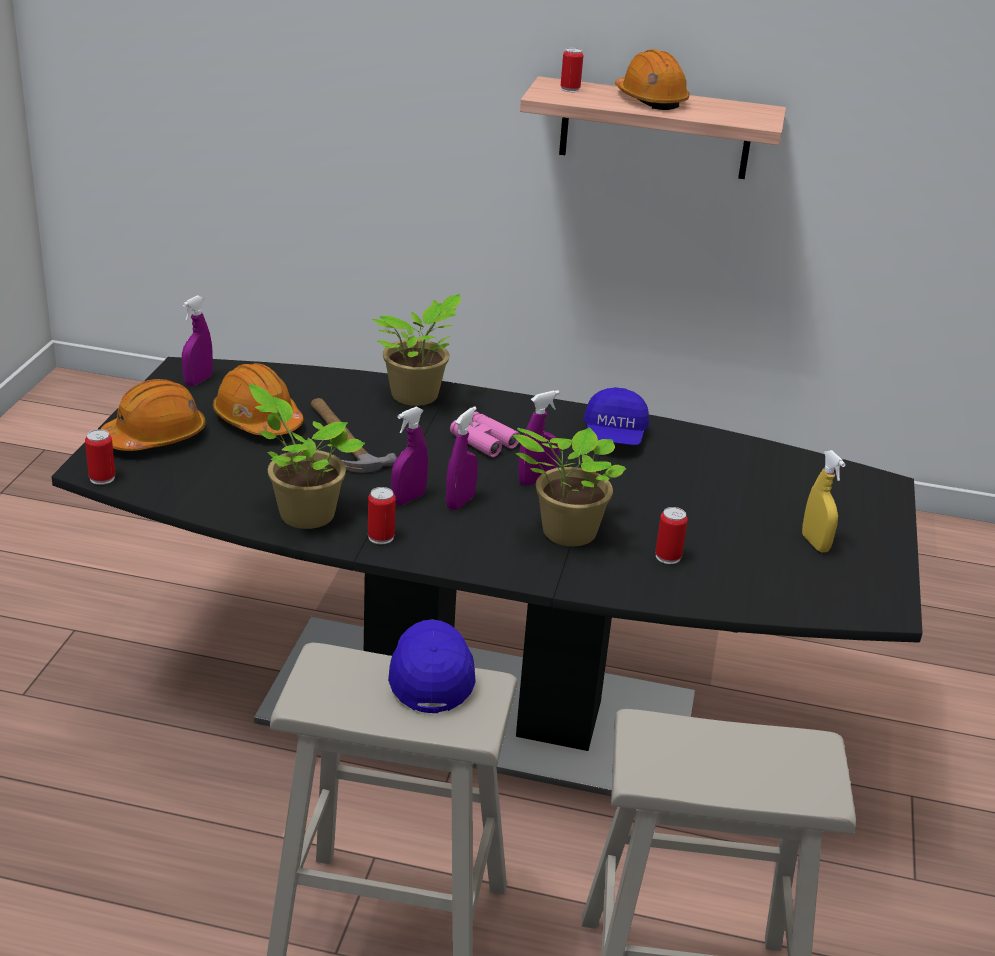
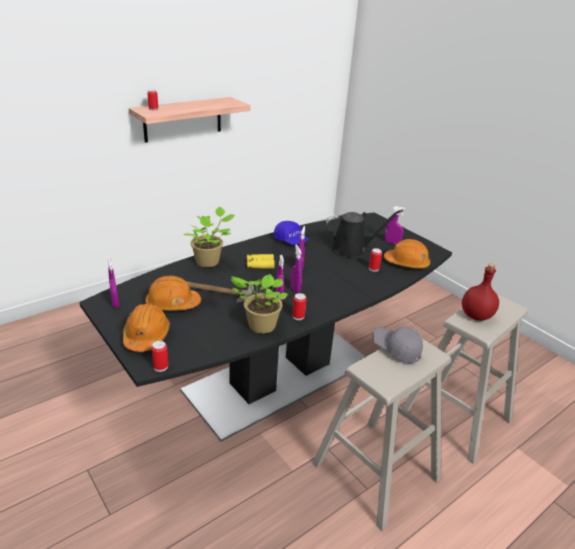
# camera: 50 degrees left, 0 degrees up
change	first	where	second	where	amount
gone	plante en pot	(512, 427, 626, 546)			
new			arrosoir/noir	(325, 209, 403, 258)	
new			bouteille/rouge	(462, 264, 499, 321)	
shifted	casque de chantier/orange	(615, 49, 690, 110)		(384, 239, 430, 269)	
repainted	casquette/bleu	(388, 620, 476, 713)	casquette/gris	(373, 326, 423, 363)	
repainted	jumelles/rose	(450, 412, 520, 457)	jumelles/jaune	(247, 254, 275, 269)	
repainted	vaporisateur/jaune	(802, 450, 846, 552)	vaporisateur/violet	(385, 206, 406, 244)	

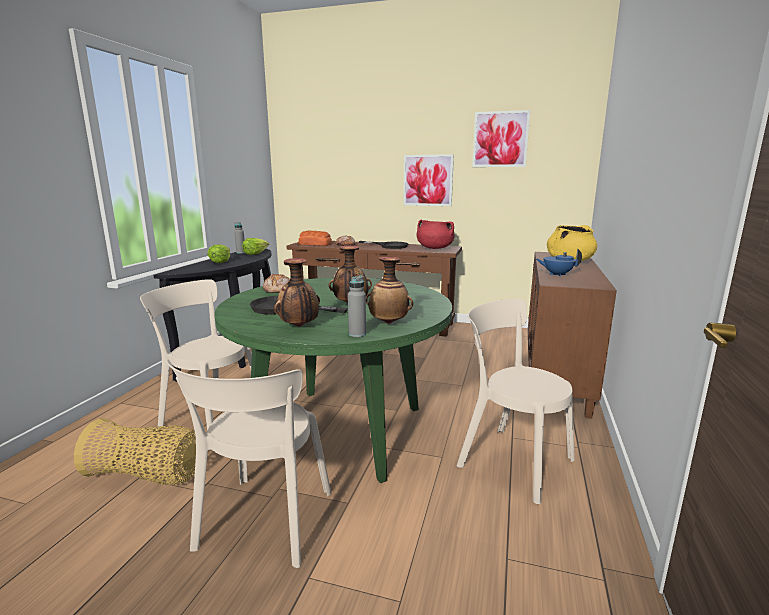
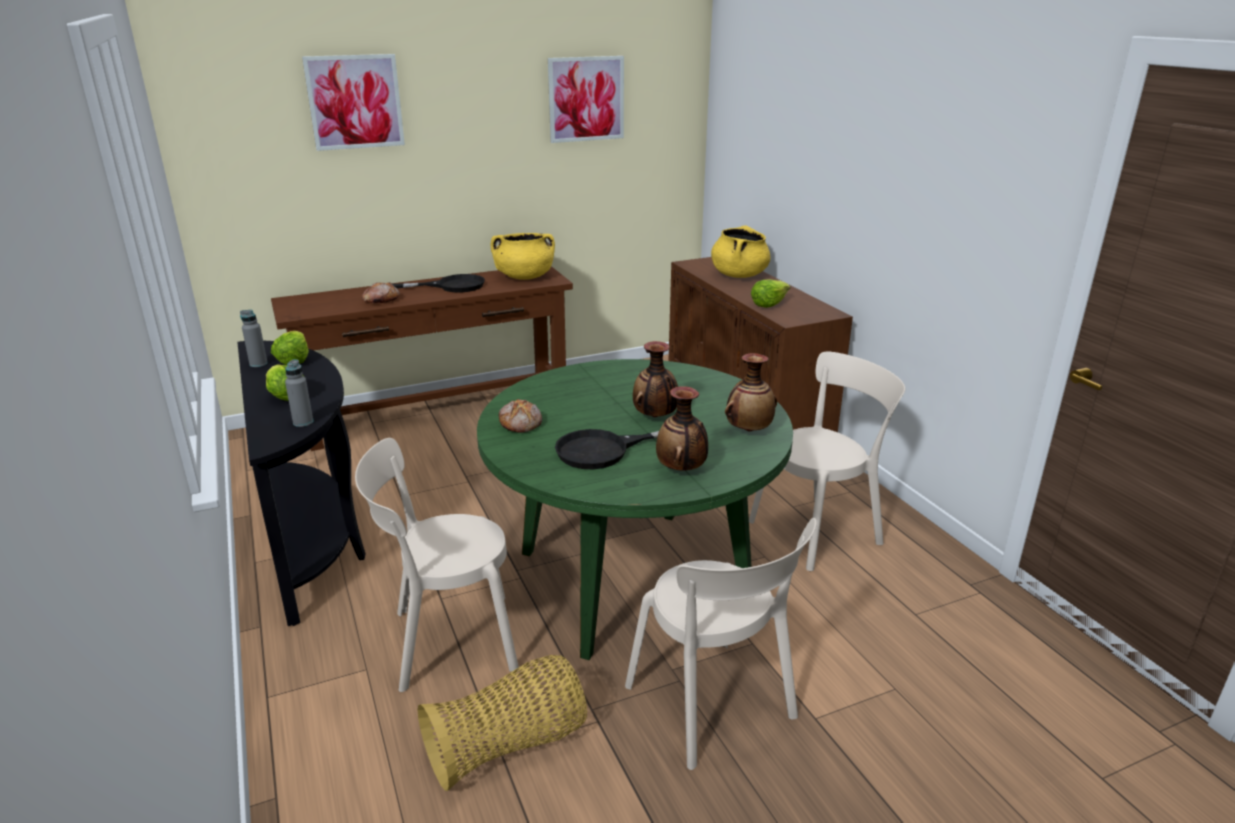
# camera: 40 degrees left, 10 degrees up
change	first	where	second	where	amount
gone	pain	(298, 231, 332, 246)			
shifted	bouteille/gris	(348, 276, 366, 337)		(285, 359, 313, 427)	
shifted	tableau	(403, 154, 454, 206)		(302, 54, 405, 151)	
swapped	théière/bleu	(536, 248, 582, 276)	laitue	(751, 279, 790, 308)	
repainted	marmite/rouge	(417, 220, 455, 249)	marmite/jaune	(490, 233, 555, 280)	
rotated	chaise/beige	(457, 299, 575, 505)		(749, 351, 905, 571)	150 degrees clockwise

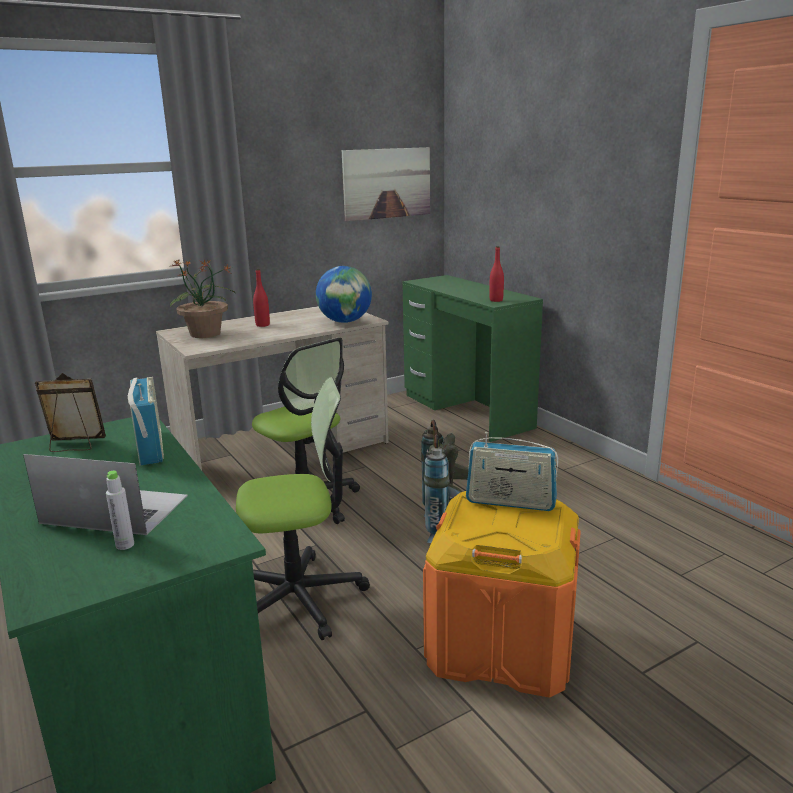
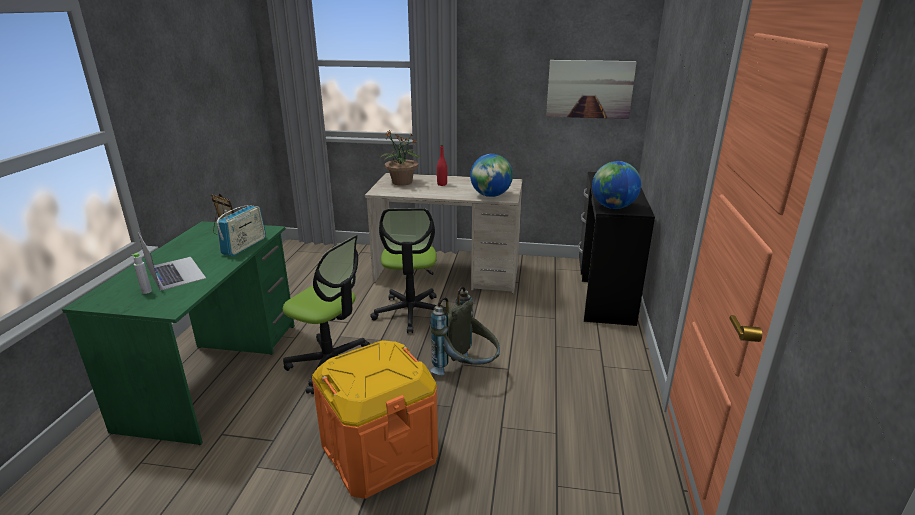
# camera: 40 degrees right, 5 degrees up
change	first	where	second	where	amount
gone	radio	(466, 432, 558, 511)			
swapped	bouteille/rouge	(489, 246, 504, 302)	globe	(592, 161, 641, 209)	
repainted	bureau/vert	(402, 275, 543, 442)	bureau/noir	(578, 172, 655, 326)	

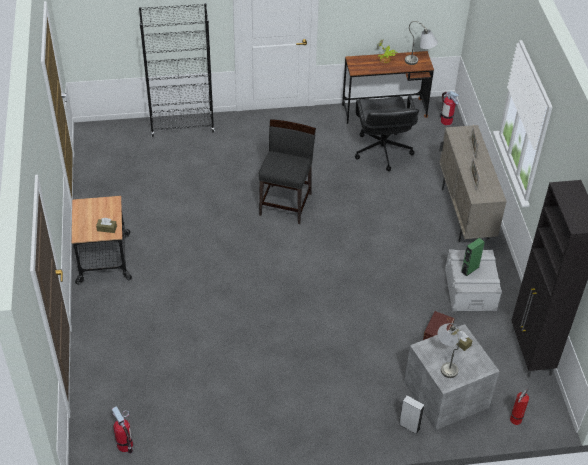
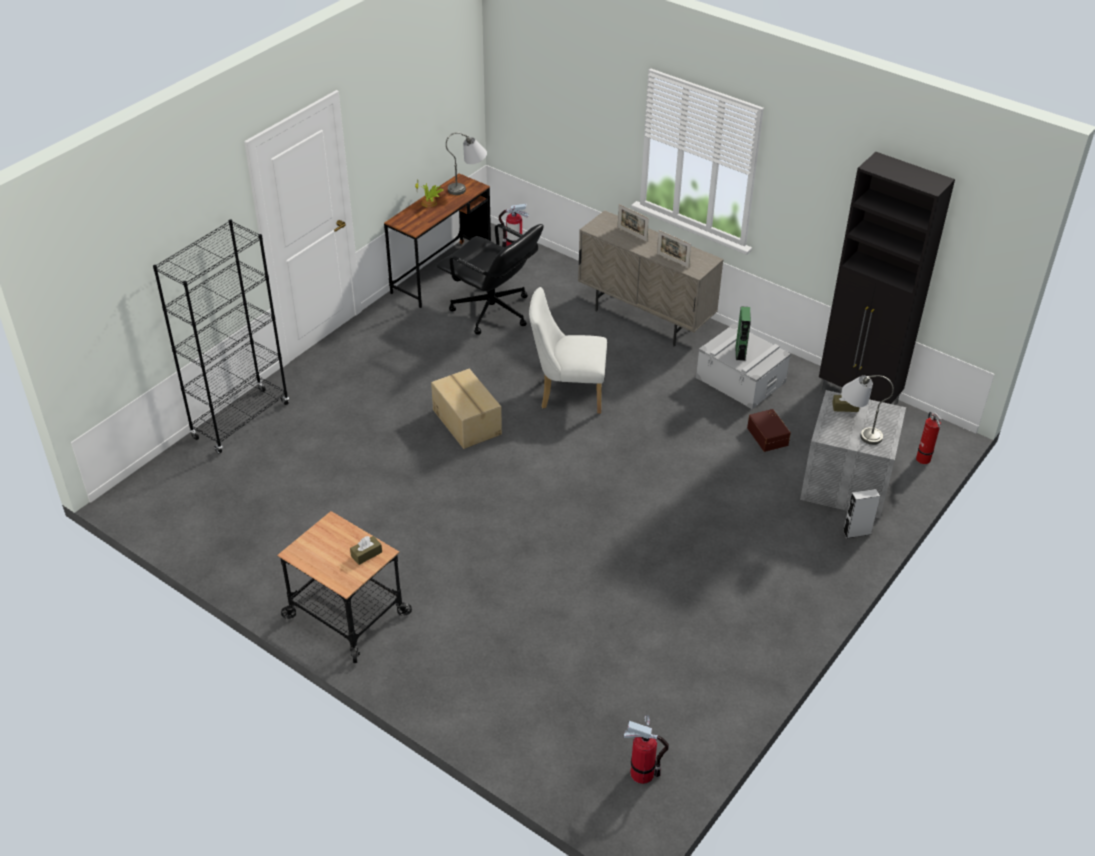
# camera: 45 degrees left, 5 degrees down
change	first	where	second	where	amount
new			chaise/blanc	(529, 287, 607, 414)	
swapped	chaise/noir	(259, 119, 316, 224)	carton	(431, 369, 502, 449)	

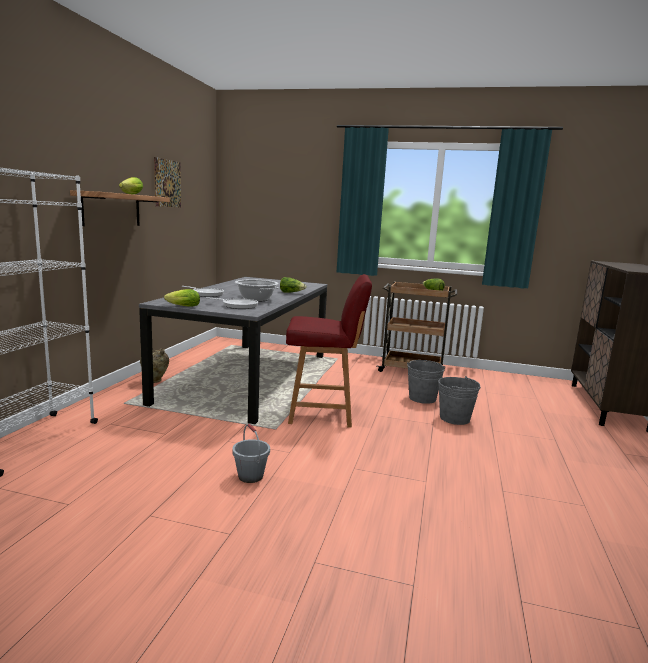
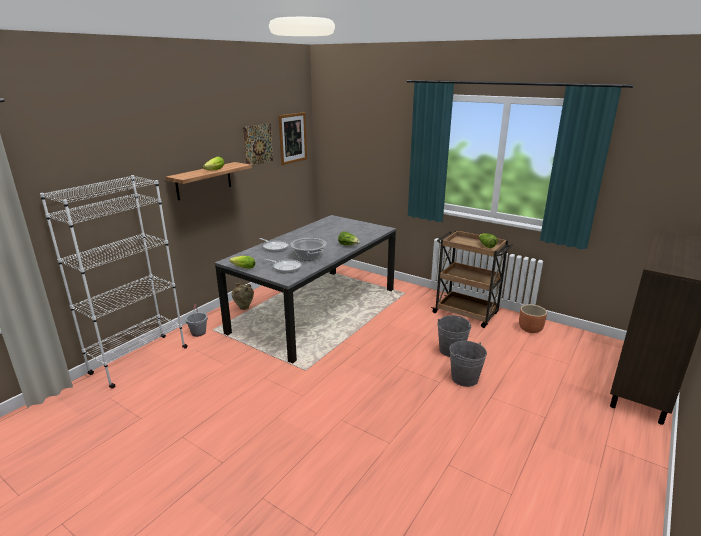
# camera: 20 degrees right, 10 degrees up
change	first	where	second	where	amount
gone	chaise/rouge	(286, 274, 372, 428)			
new			tableau	(279, 112, 307, 165)	
new			cache-pot/marron	(519, 304, 547, 333)	
shifted	seau/gris	(232, 424, 270, 483)		(185, 304, 208, 337)	

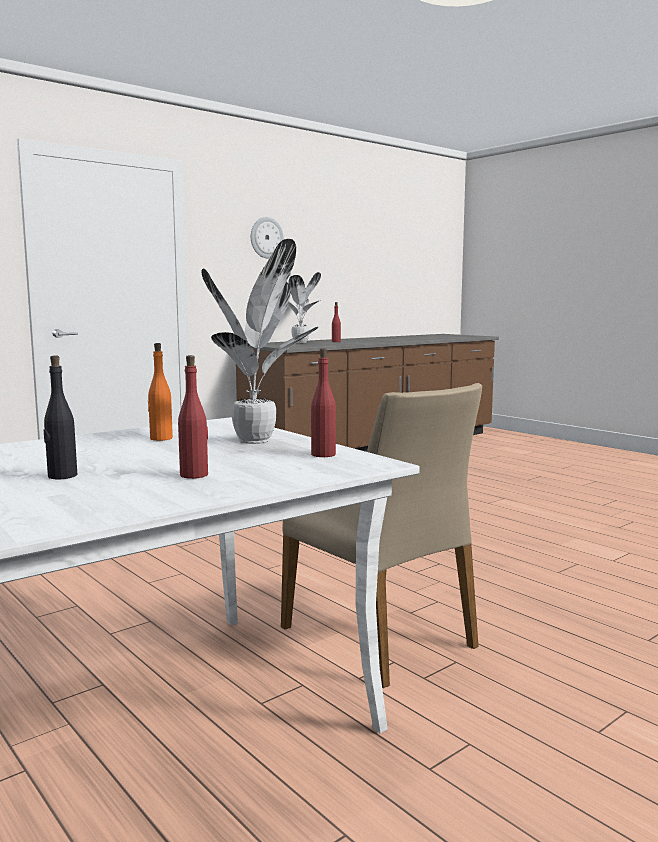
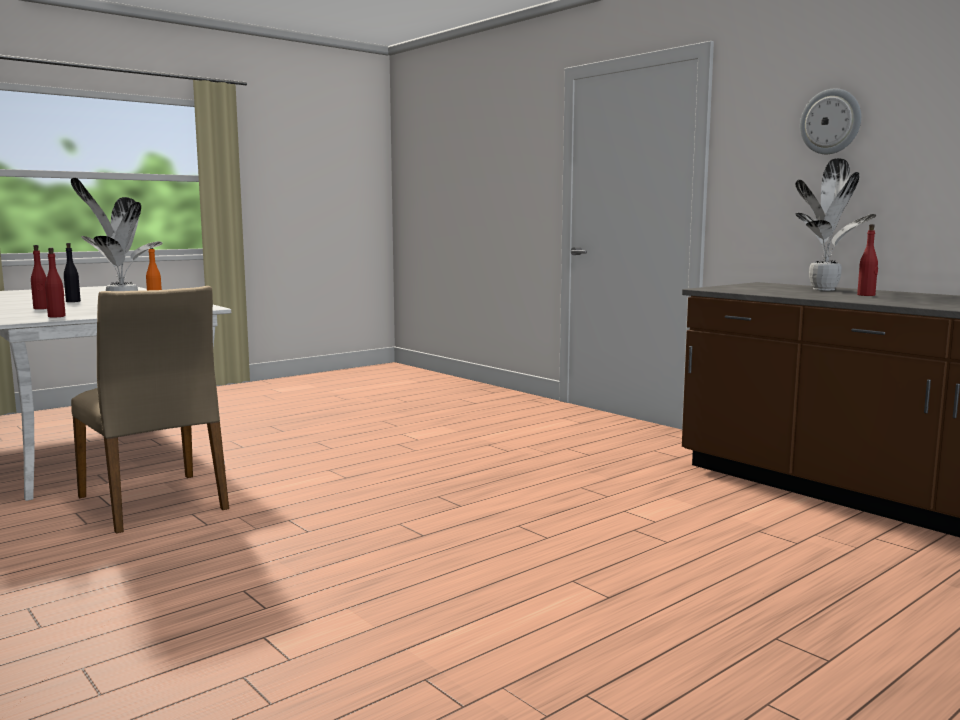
# camera: 90 degrees right, 0 degrees up
change	first	where	second	where	amount
rotated	chaise/beige	(281, 383, 482, 688)		(71, 286, 229, 533)	90 degrees counterclockwise

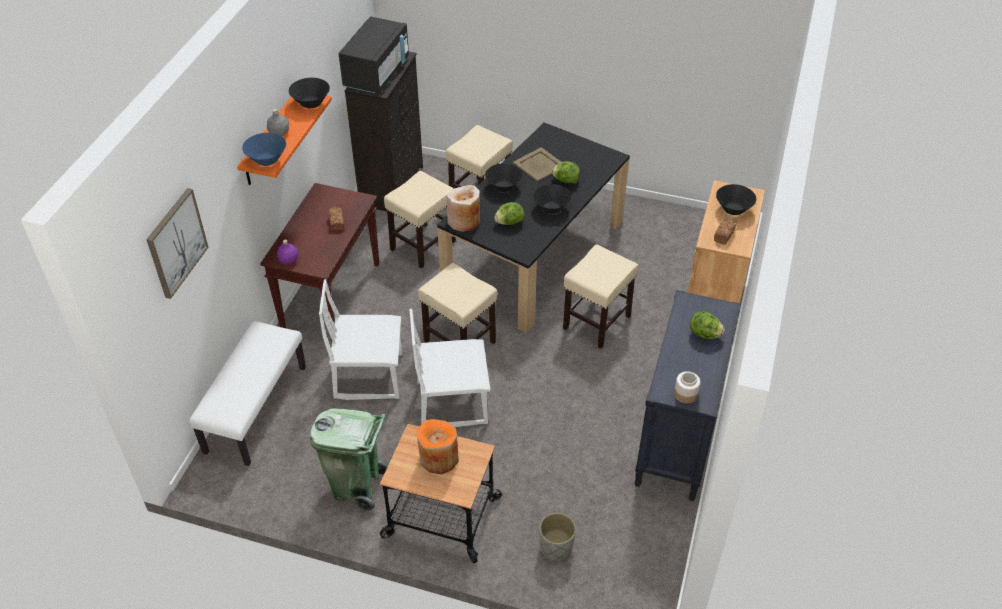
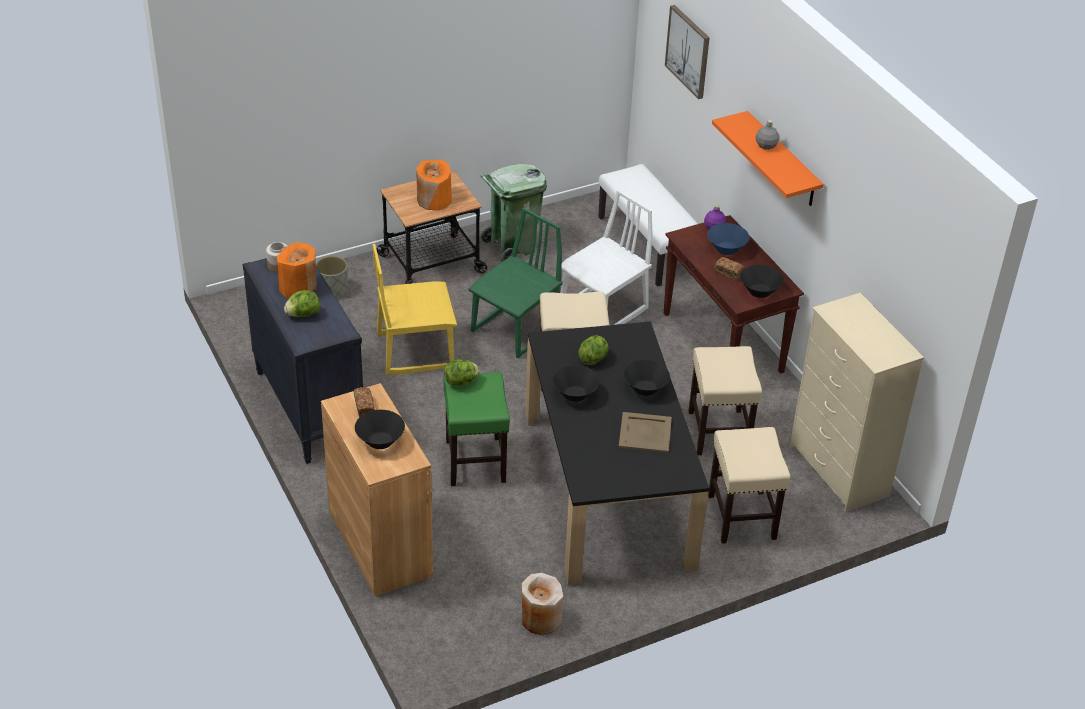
# camera: 135 degrees right, 5 degrees down
change	first	where	second	where	amount
gone	micro-ondes/noir	(339, 17, 409, 93)			
new			vase/orange	(277, 242, 316, 298)	
new			chaise/jaune	(373, 244, 457, 375)	
shifted	bol/bleu	(242, 133, 286, 166)		(707, 223, 749, 255)	
shifted	bol/noir	(289, 78, 330, 108)		(740, 265, 784, 298)	
shifted	vase/beige	(447, 185, 480, 232)		(522, 573, 563, 636)	
shifted	laitue	(552, 161, 580, 184)		(444, 359, 479, 386)	
repainted	commode/noir	(345, 52, 423, 211)	commode/beige	(789, 293, 924, 513)	
repainted	chaise/blanc	(409, 309, 491, 427)	chaise/vert	(468, 208, 563, 358)	
repainted	tabouret/beige	(563, 244, 639, 348)	tabouret/vert	(443, 372, 510, 486)	

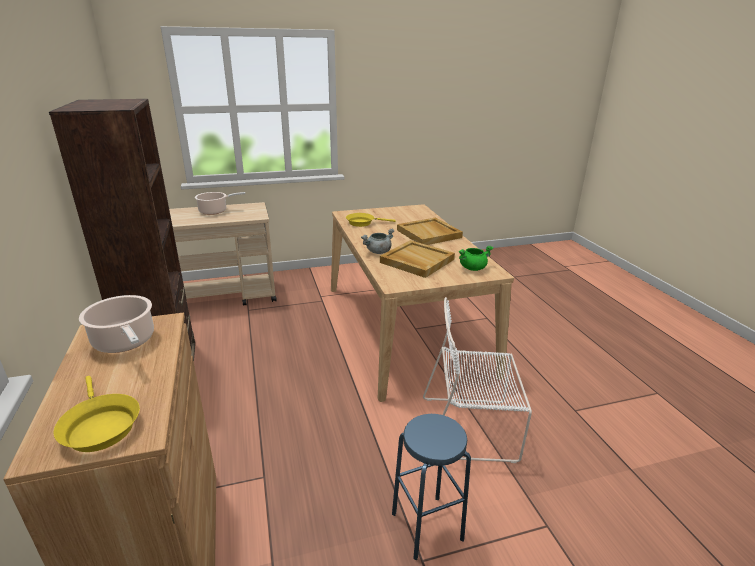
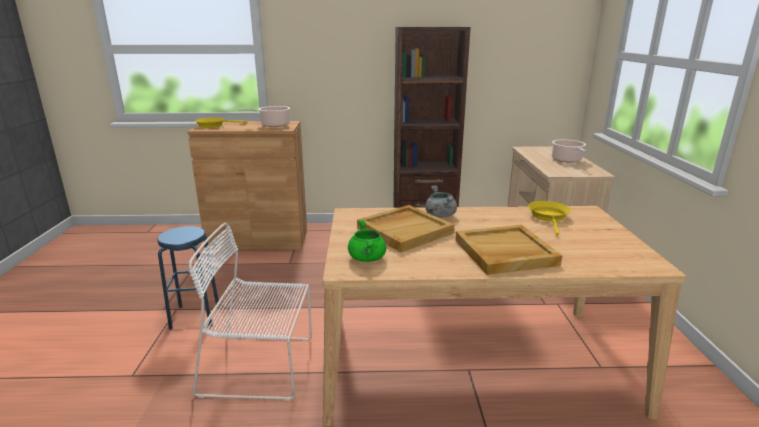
# camera: 105 degrees right, 5 degrees down
change	first	where	second	where	amount
rotated	chaise/blanc	(423, 297, 532, 463)		(189, 223, 312, 401)	105 degrees counterclockwise

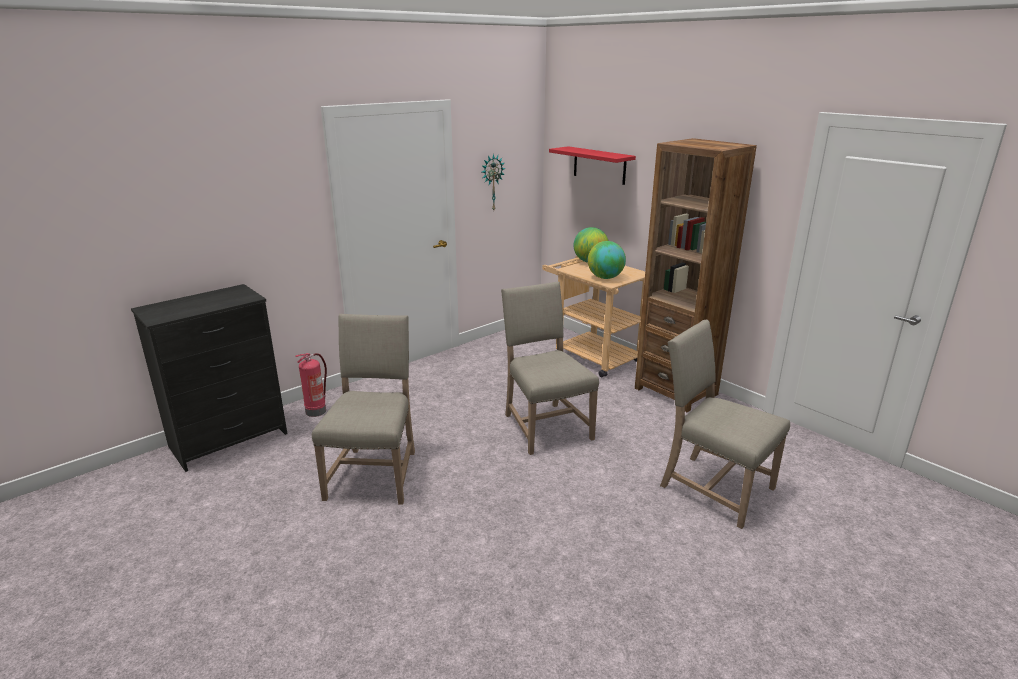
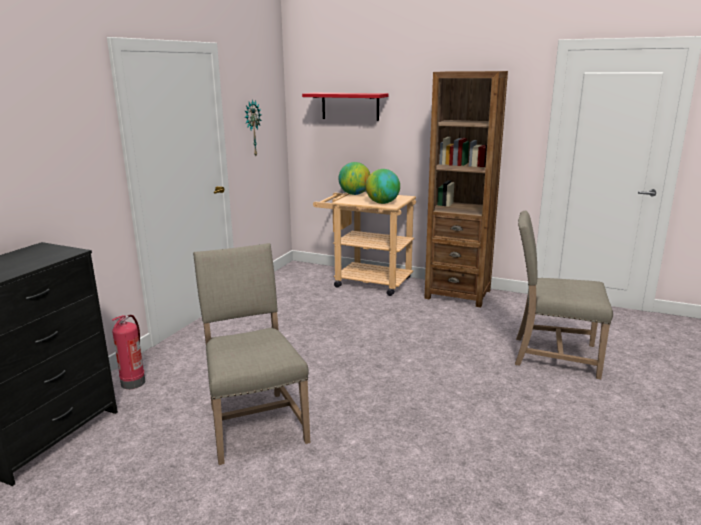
# camera: 25 degrees left, 5 degrees down
change	first	where	second	where	amount
gone	chaise/beige	(501, 281, 599, 455)			

